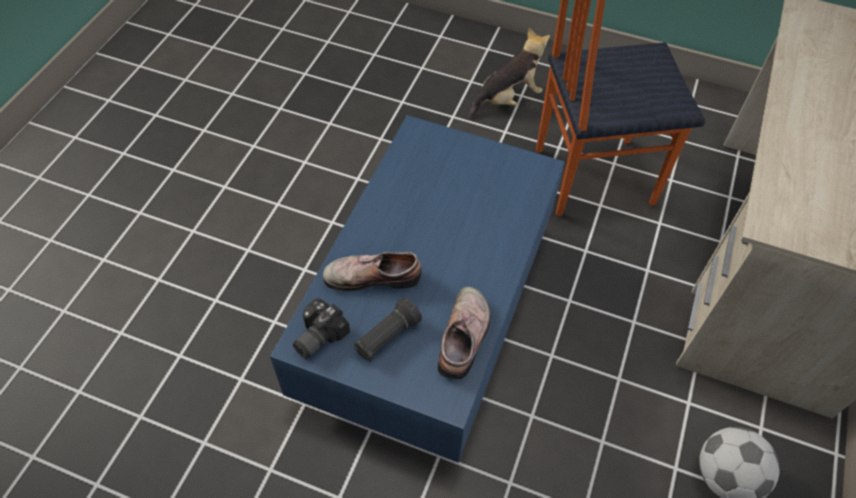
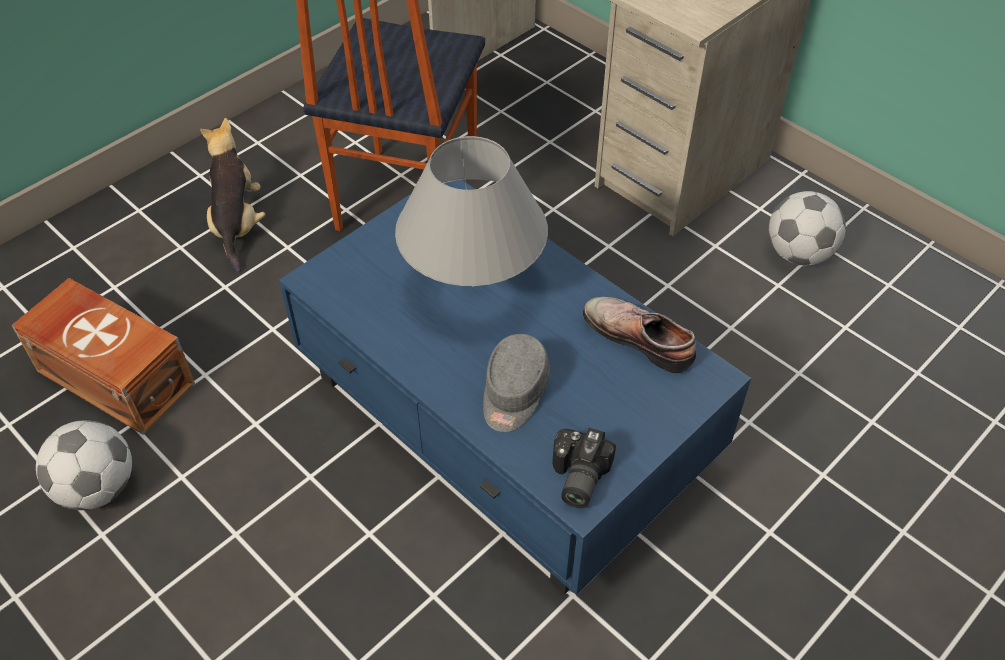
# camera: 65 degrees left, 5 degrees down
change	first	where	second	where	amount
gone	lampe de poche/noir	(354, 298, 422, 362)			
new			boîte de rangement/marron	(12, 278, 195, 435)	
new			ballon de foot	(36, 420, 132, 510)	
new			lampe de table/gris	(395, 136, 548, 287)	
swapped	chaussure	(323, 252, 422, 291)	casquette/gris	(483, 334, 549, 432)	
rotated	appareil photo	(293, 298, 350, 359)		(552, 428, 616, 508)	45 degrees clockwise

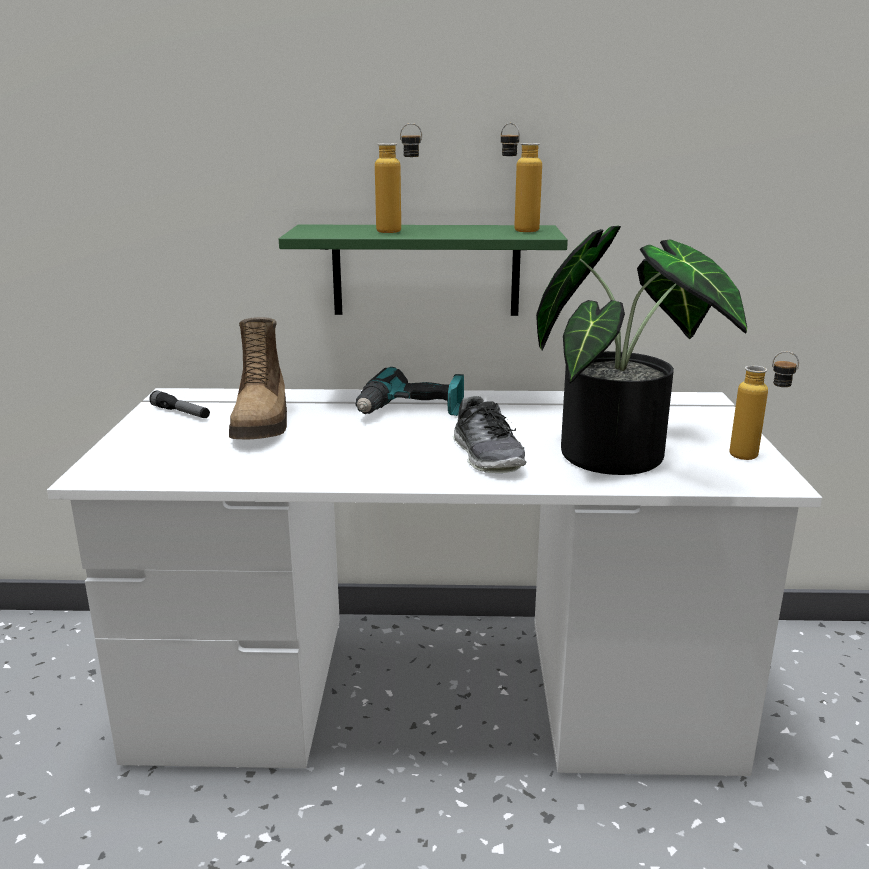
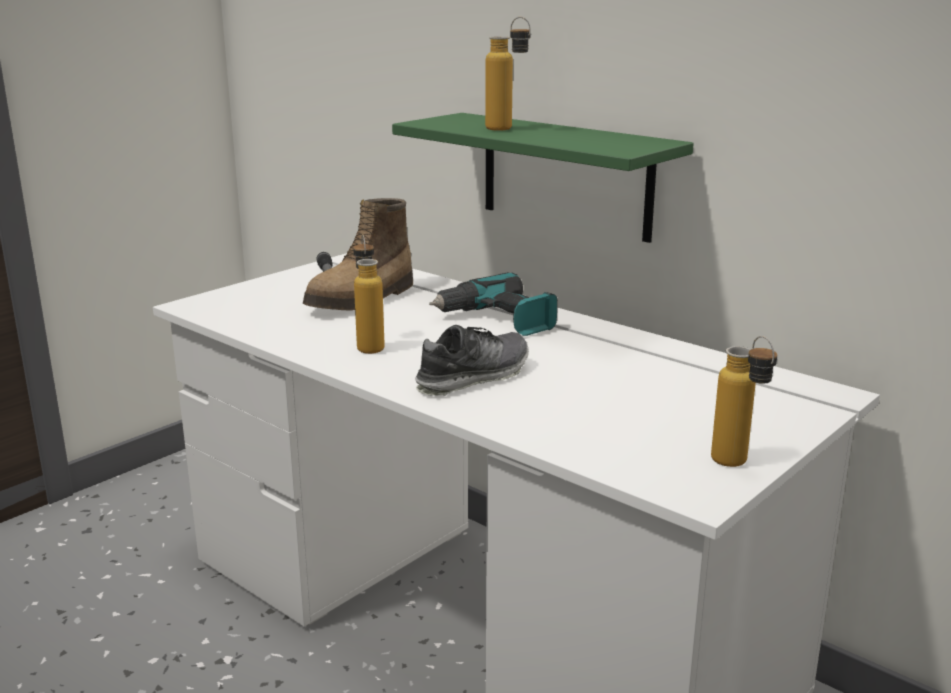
# camera: 40 degrees right, 0 degrees up
change	first	where	second	where	amount
gone	plante en pot	(536, 226, 747, 475)			
shifted	bouteille	(501, 123, 542, 232)		(353, 234, 385, 354)	
rotated	chaussure	(453, 396, 527, 473)		(415, 325, 529, 396)	150 degrees counterclockwise

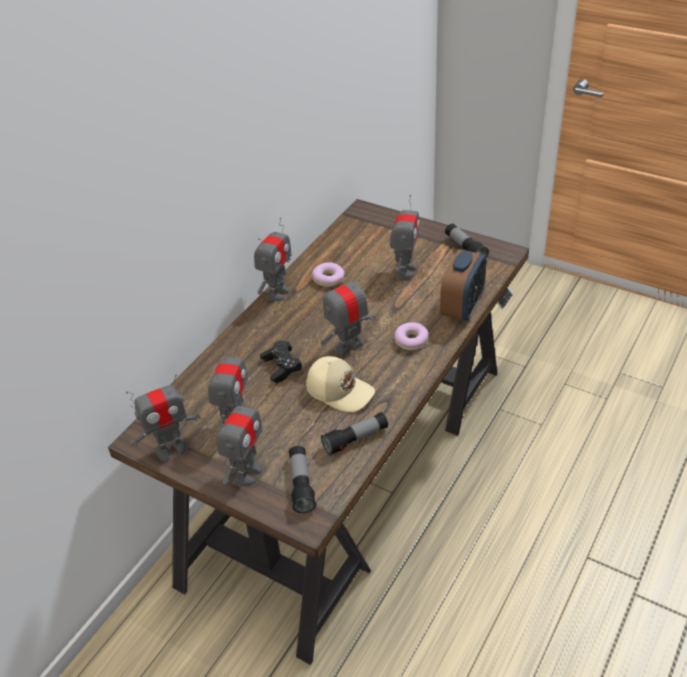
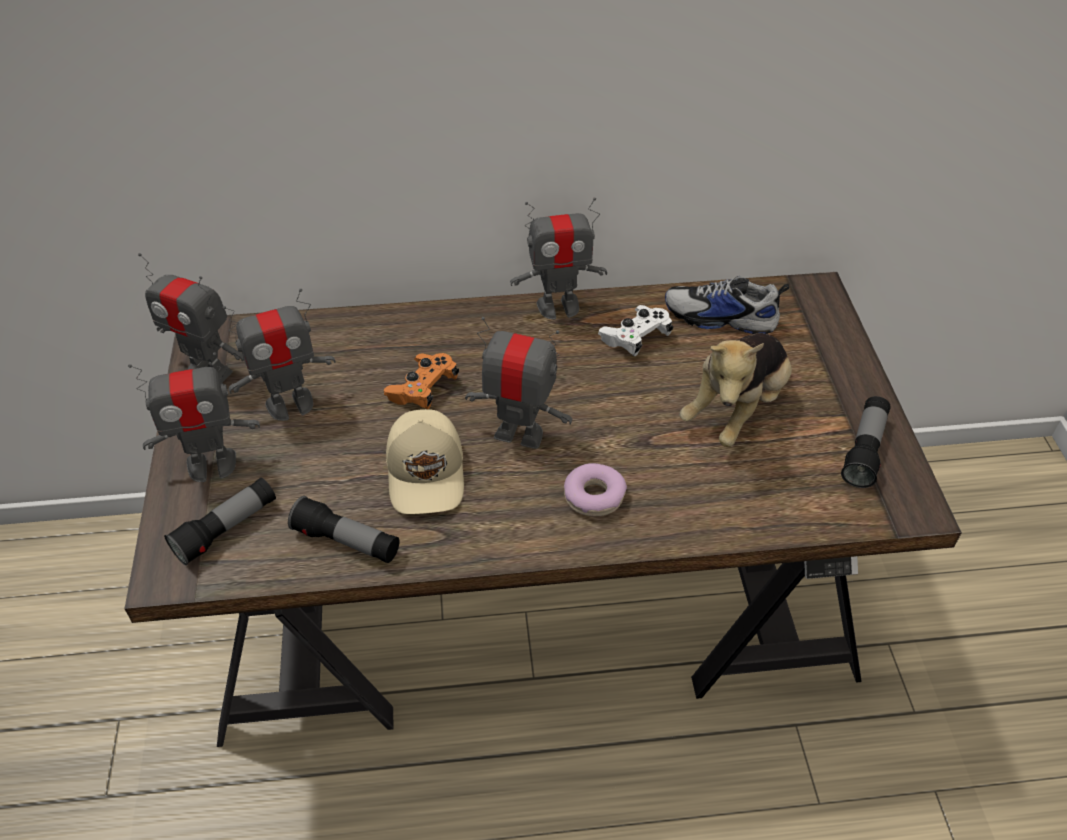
# camera: 50 degrees right, 5 degrees up
change	first	where	second	where	amount
gone	réveil	(440, 249, 487, 321)			
new			chaussure	(665, 276, 789, 334)	
swapped	beignet	(312, 262, 344, 287)	manette/blanc	(598, 305, 673, 356)	
swapped	robot jouet	(390, 195, 420, 279)	peluche	(679, 333, 792, 447)	
repainted	manette/noir	(260, 341, 302, 383)	manette/orange	(384, 353, 459, 409)	

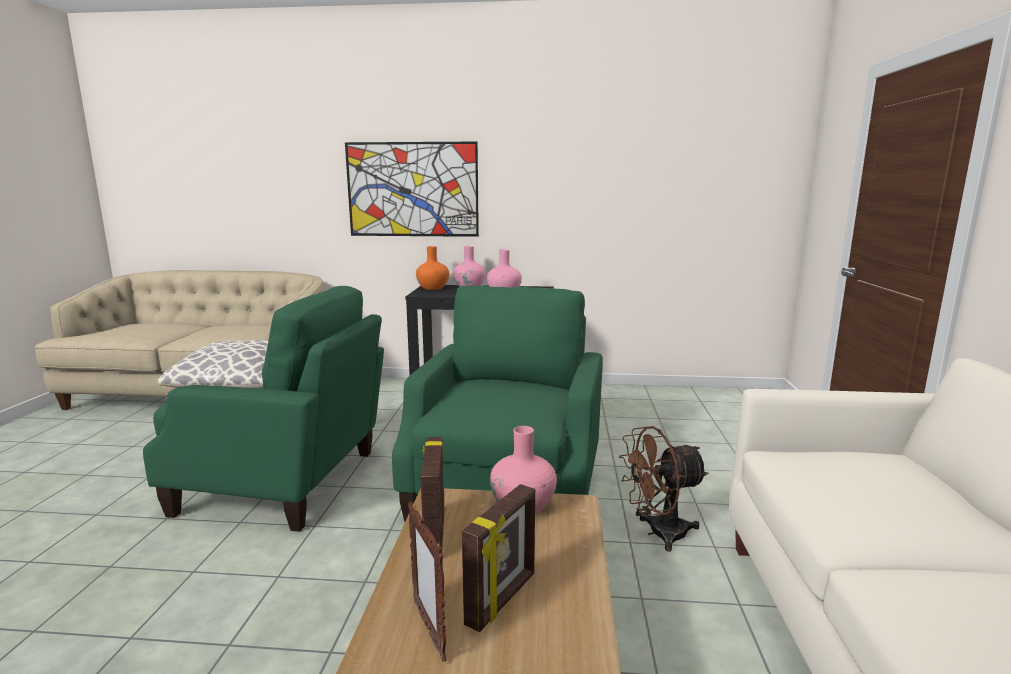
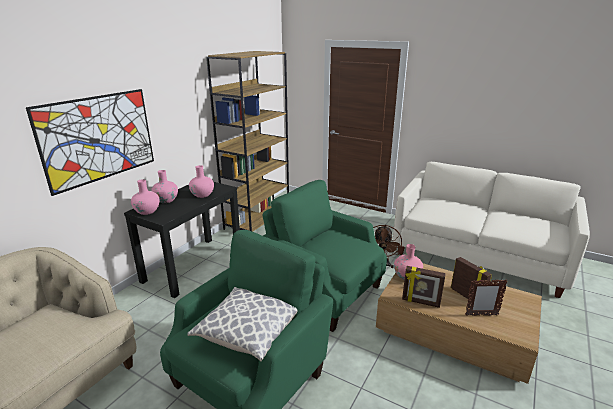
# camera: 65 degrees left, 10 degrees up
change	first	where	second	where	amount
new			bibliothèque/marron	(206, 51, 289, 232)	
repainted	vase/orange	(416, 246, 449, 290)	vase/rose	(131, 179, 160, 215)	

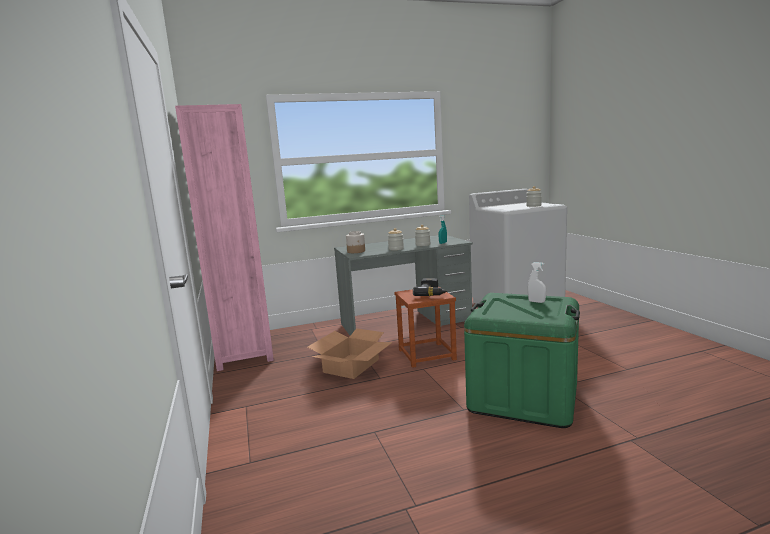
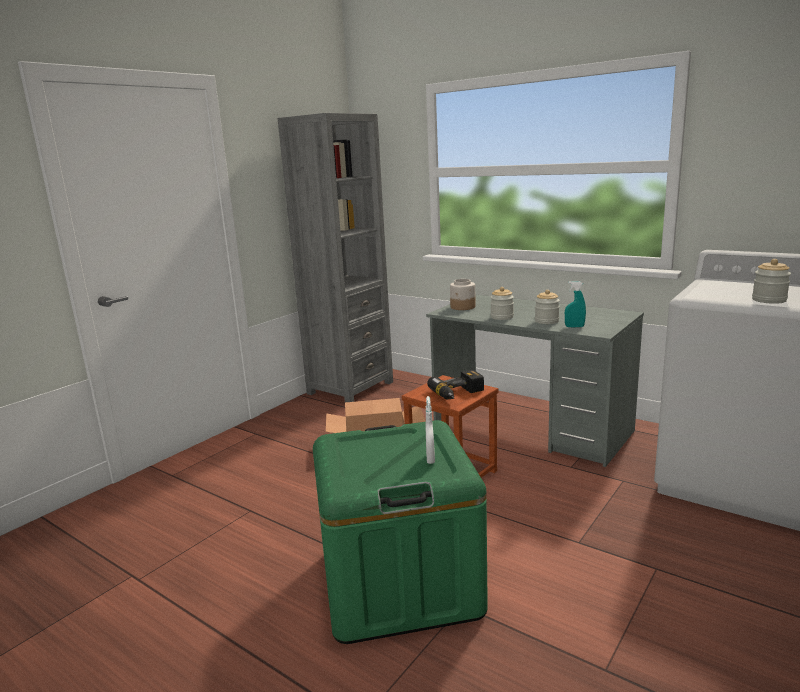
# camera: 55 degrees right, 5 degrees up
change	first	where	second	where	amount
repainted	bibliothèque/rose	(175, 104, 274, 371)	bibliothèque/gris	(278, 113, 393, 402)	

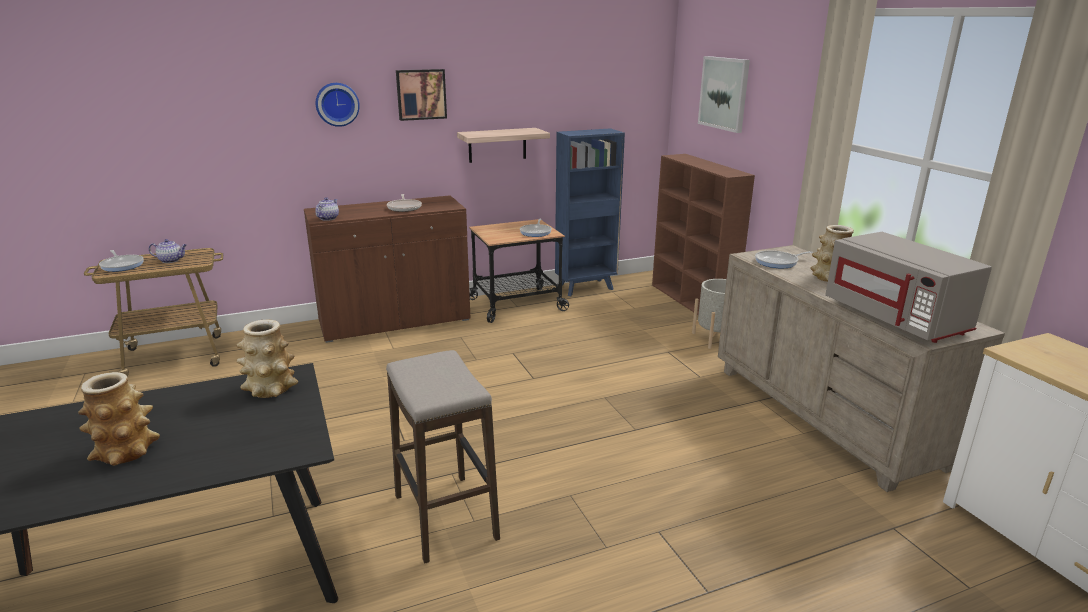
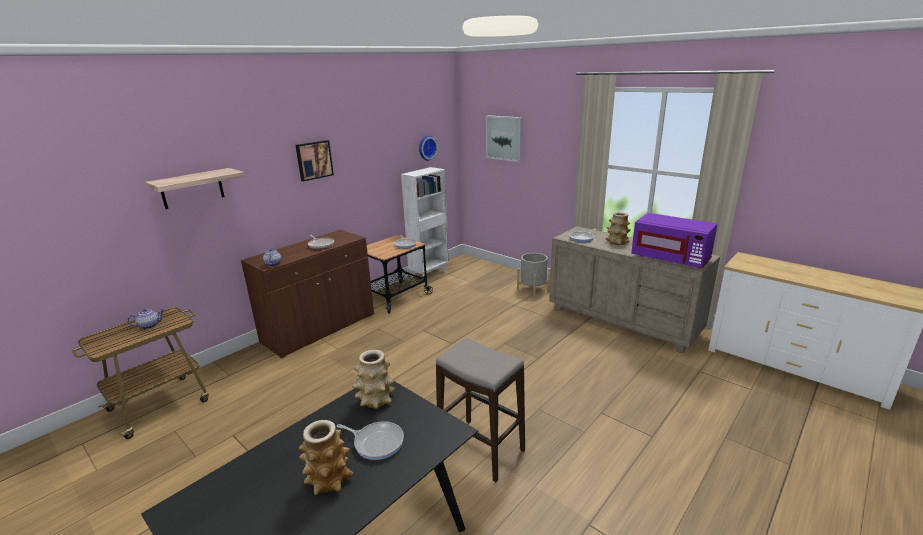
# camera: 25 degrees left, 0 degrees up
change	first	where	second	where	amount
gone	bibliothèque/marron	(652, 154, 755, 316)			
shifted	poêle	(99, 250, 144, 272)		(337, 421, 404, 460)	
shifted	horloge murale	(316, 83, 360, 127)		(419, 135, 438, 161)	
shifted	étagère	(457, 128, 550, 163)		(145, 168, 245, 209)	
repainted	bibliothèque/bleu	(555, 128, 625, 296)	bibliothèque/blanc	(401, 167, 449, 283)	
repainted	micro-ondes/gris	(825, 232, 992, 343)	micro-ondes/violet	(631, 213, 717, 269)	

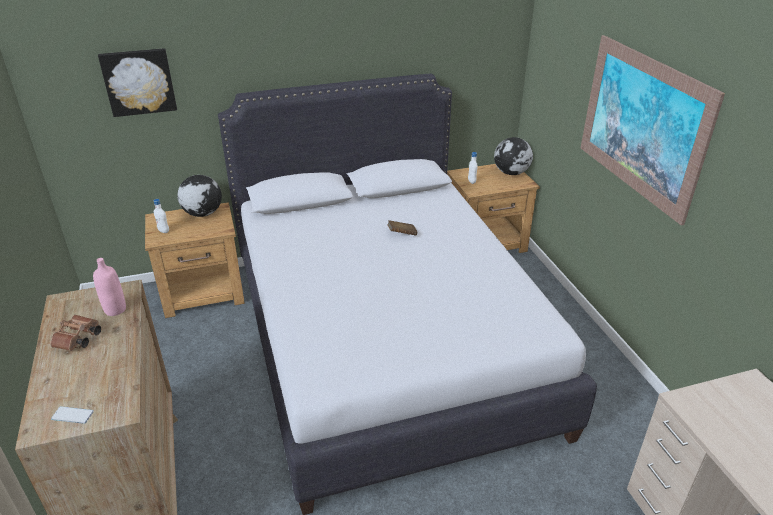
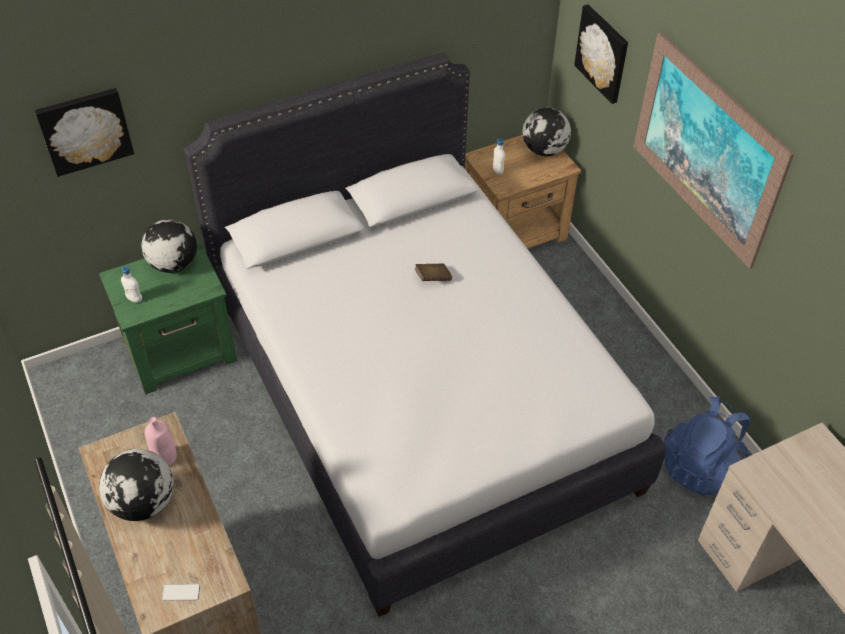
# camera: 10 degrees left, 15 degrees up
change	first	where	second	where	amount
new			tableau	(574, 4, 628, 104)	
new			sac à dos/bleu	(664, 396, 751, 496)	
swapped	jumelles/marron	(50, 315, 101, 351)	globe	(99, 449, 174, 521)	
repainted	table de chevet/marron	(145, 202, 245, 318)	table de chevet/vert	(99, 241, 237, 395)	

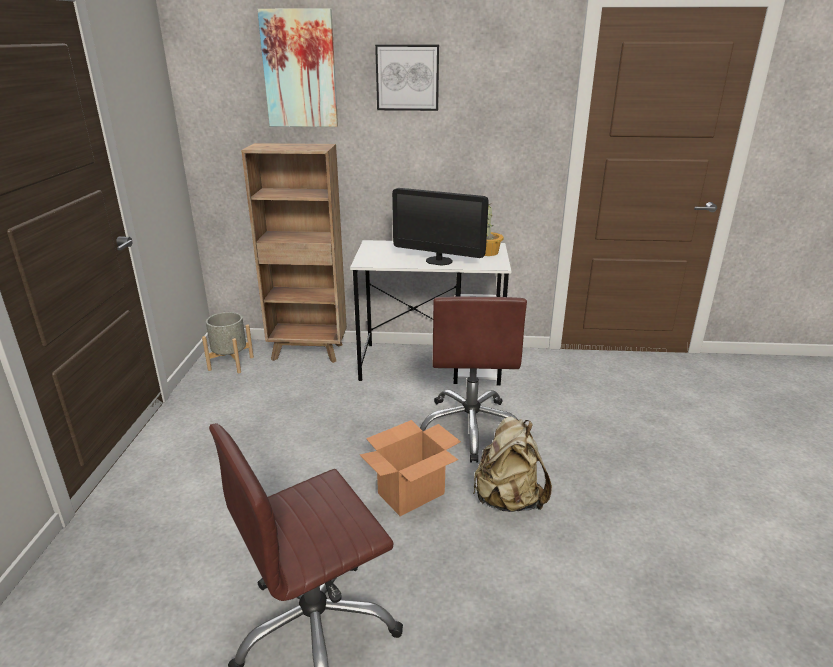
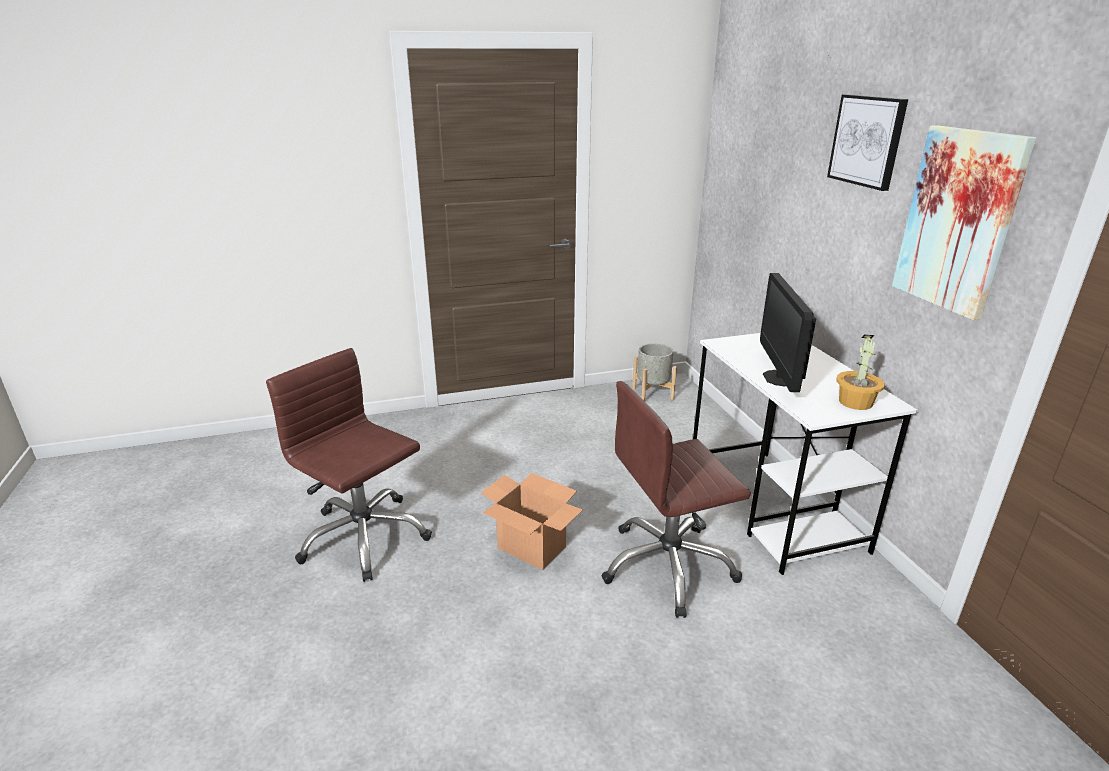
# camera: 70 degrees right, 0 degrees up
change	first	where	second	where	amount
gone	bibliothèque/marron	(241, 143, 347, 363)			
gone	sac à dos/beige	(473, 416, 552, 512)			
shifted	tableau	(257, 8, 338, 127)		(892, 125, 1036, 320)	

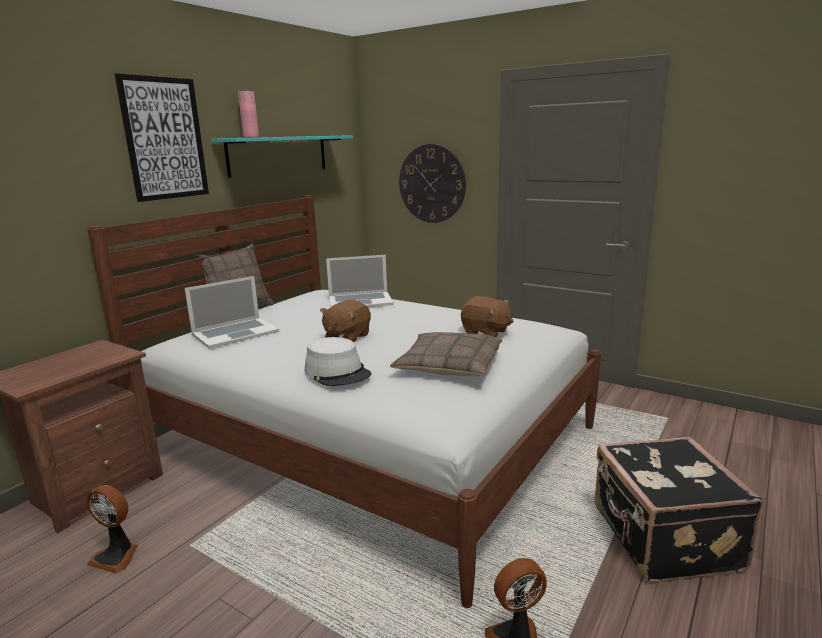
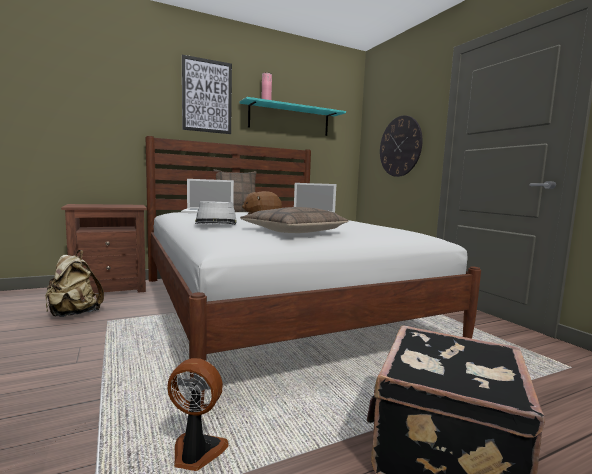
# camera: 30 degrees right, 10 degrees down
change	first	where	second	where	amount
gone	peluche/marron	(461, 296, 513, 337)			
swapped	ventilateur	(86, 485, 138, 573)	sac à dos/beige	(45, 250, 104, 317)	

